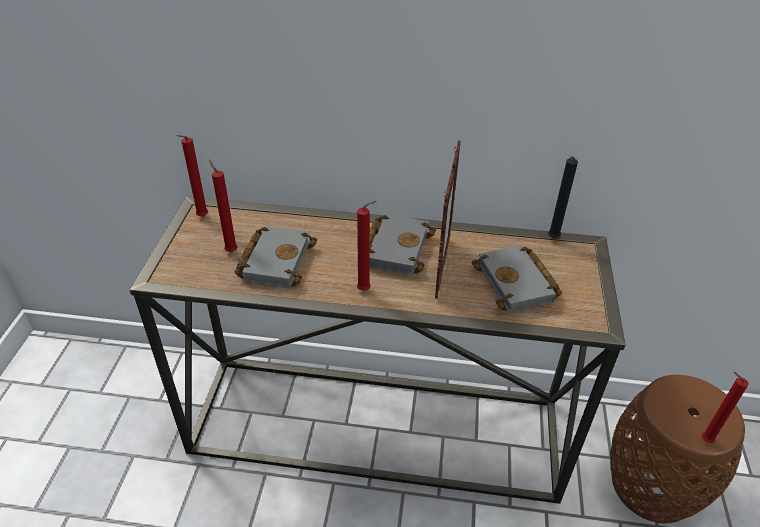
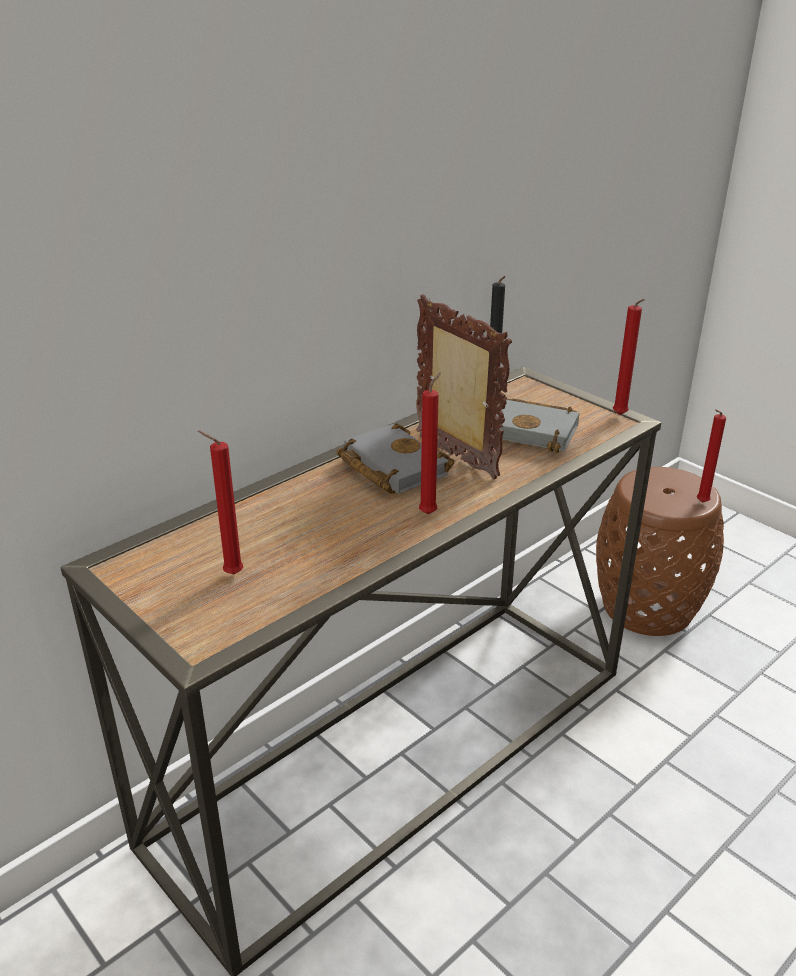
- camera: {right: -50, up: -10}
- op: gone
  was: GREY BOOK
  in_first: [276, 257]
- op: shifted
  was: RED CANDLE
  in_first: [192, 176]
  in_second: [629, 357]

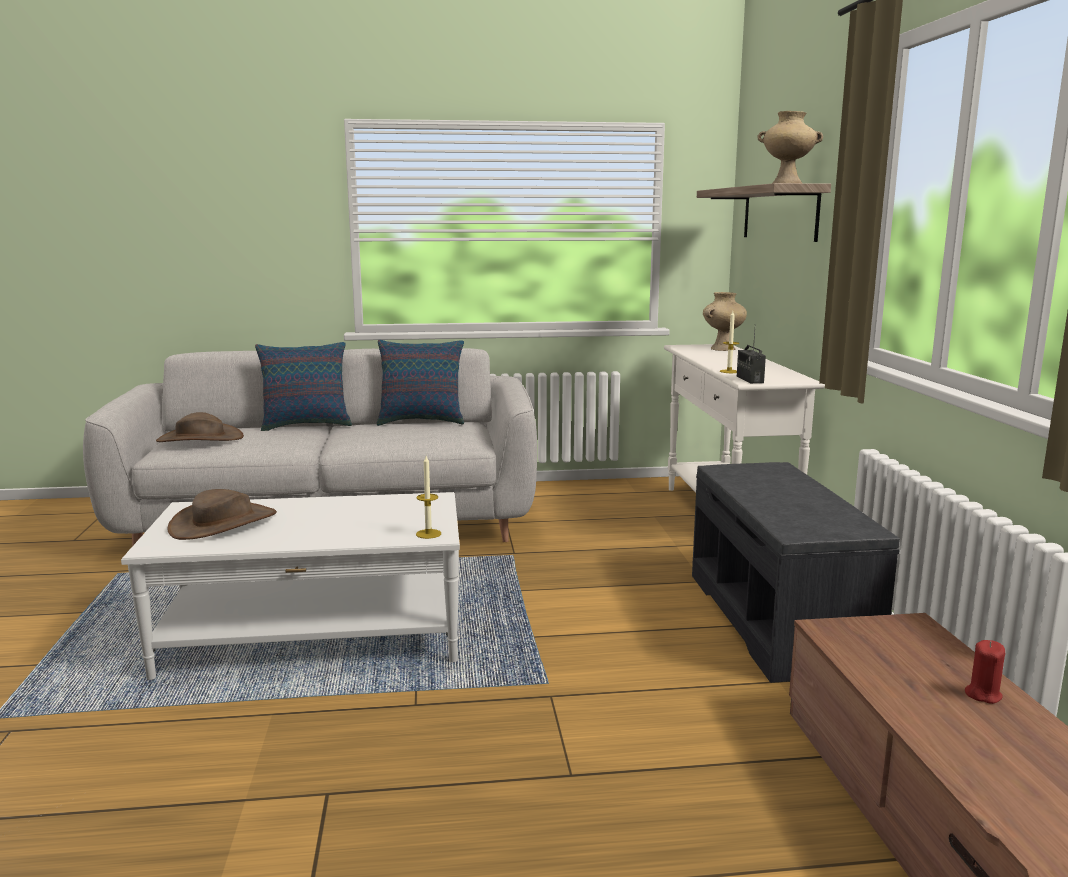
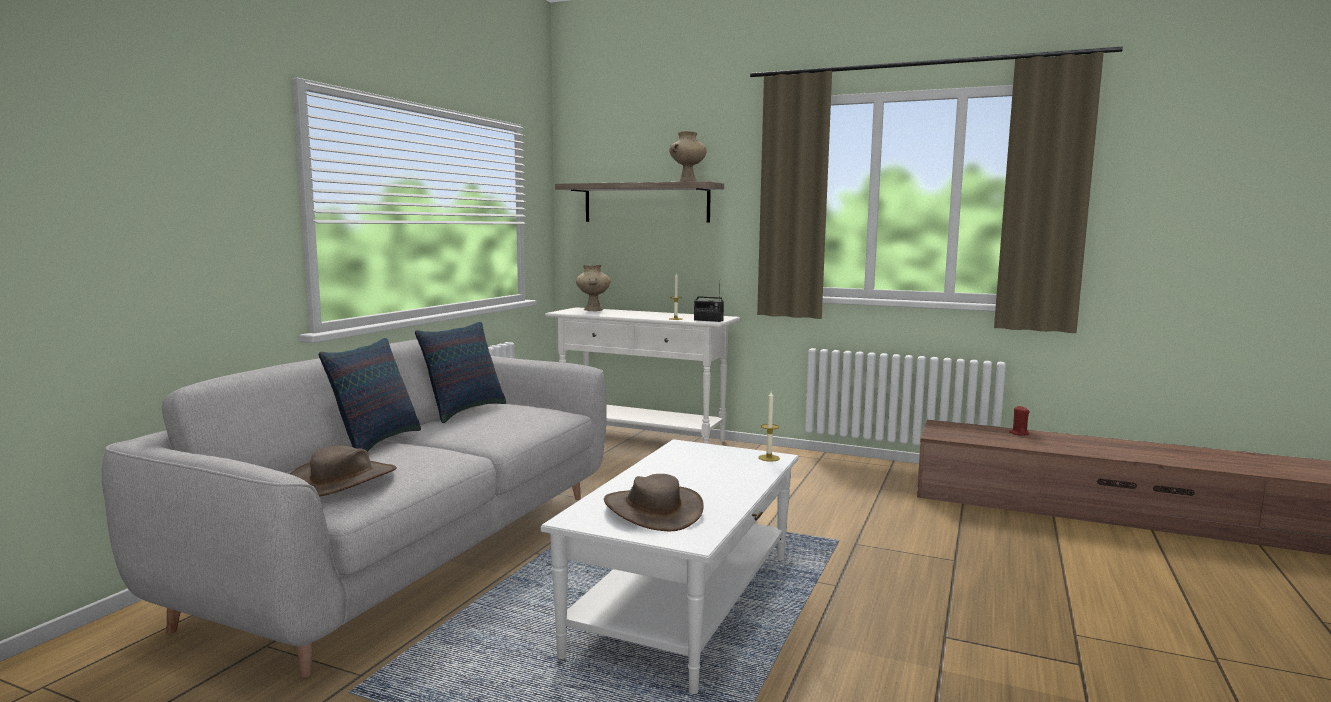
- camera: {right: -60, up: -5}
- op: gone
  was: GREY BENCH
  in_first: [796, 572]

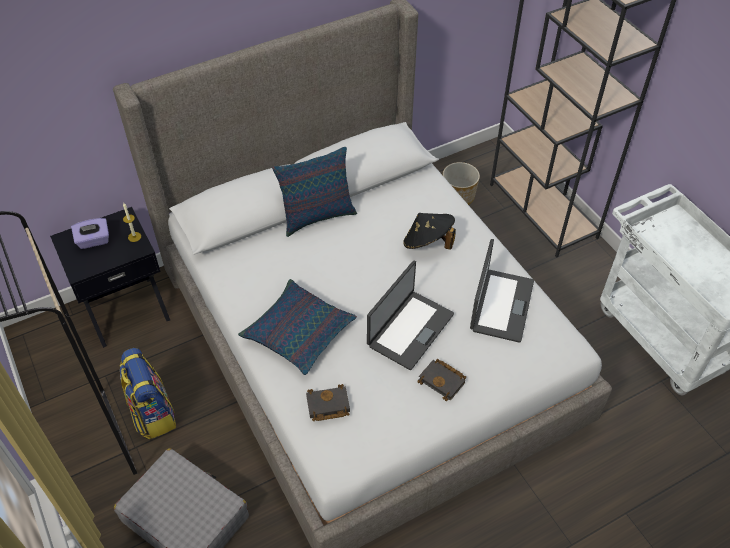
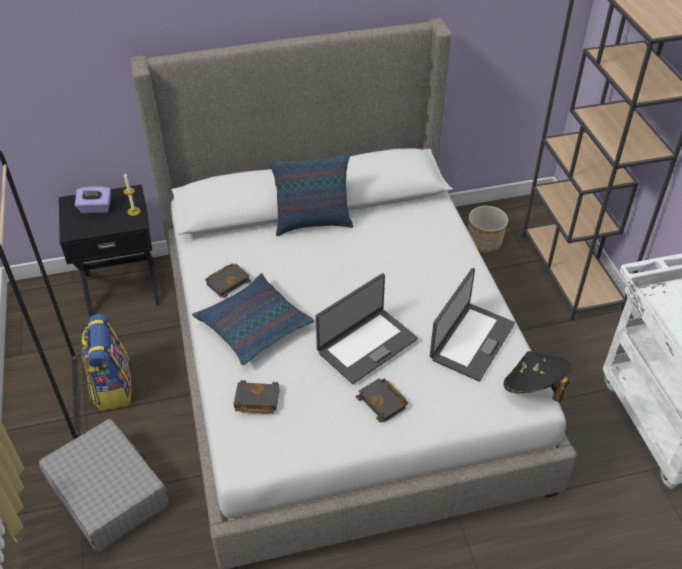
- camera: {right: 15, up: -5}
- op: new
  now: BLACK BOOK
  in_second: [228, 280]
- op: shifted
  was: BLACK HAT
  in_first: [429, 231]
  in_second: [537, 376]

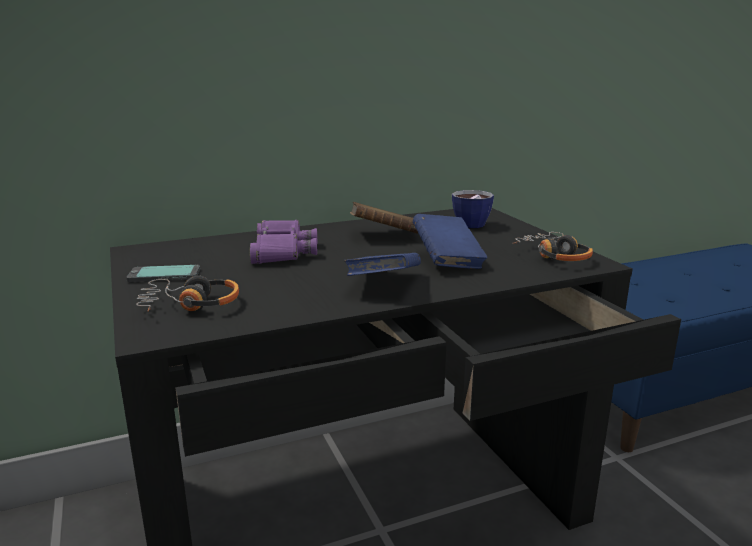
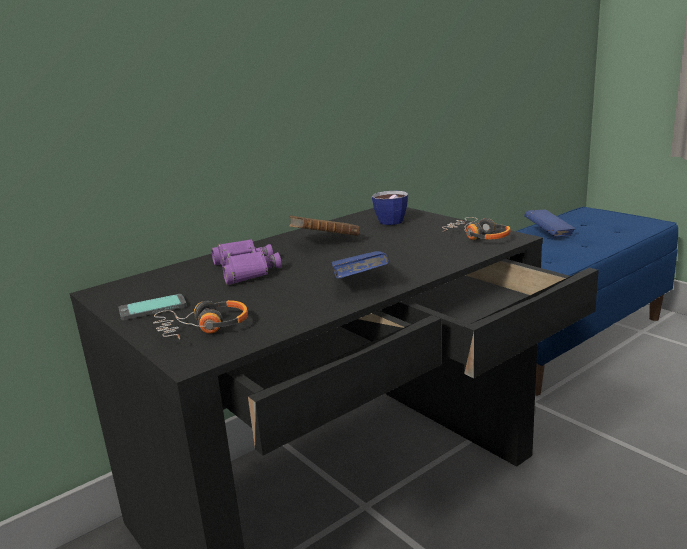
- camera: {right: -15, up: 0}
- op: shifted
  was: BLUE BOOK
  in_first: [450, 241]
  in_second: [549, 223]

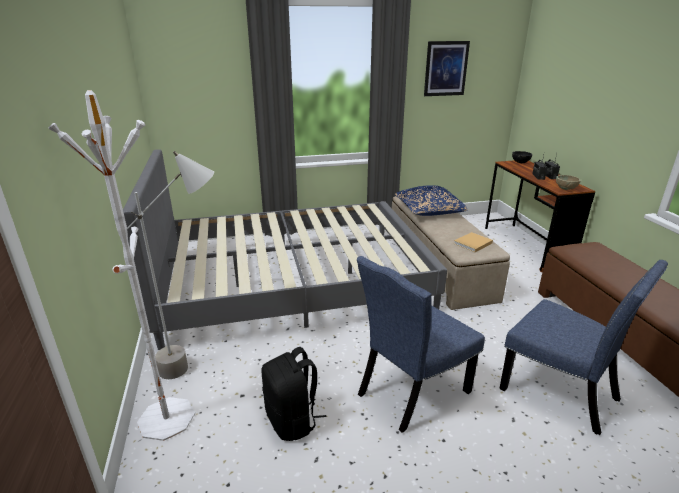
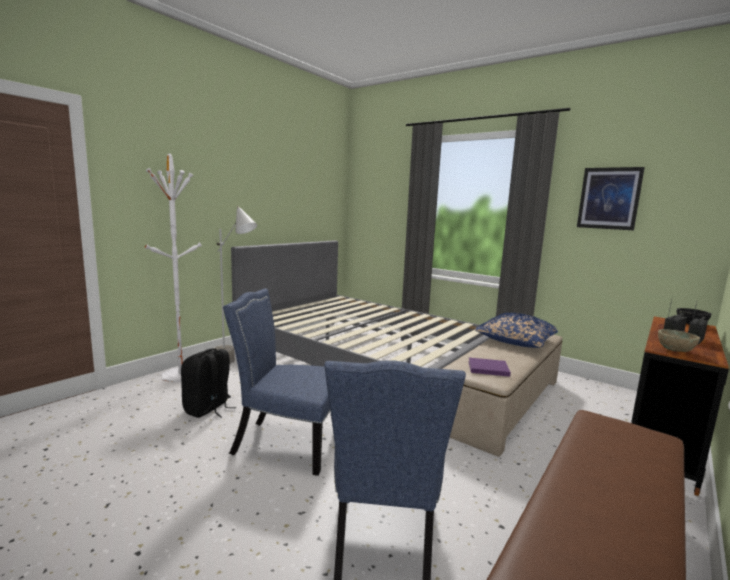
- camera: {right: 50, up: -15}
- op: repainted
  was: BEIGE BOOK
  now: PURPLE BOOK
  in_first: [473, 242]
  in_second: [489, 367]

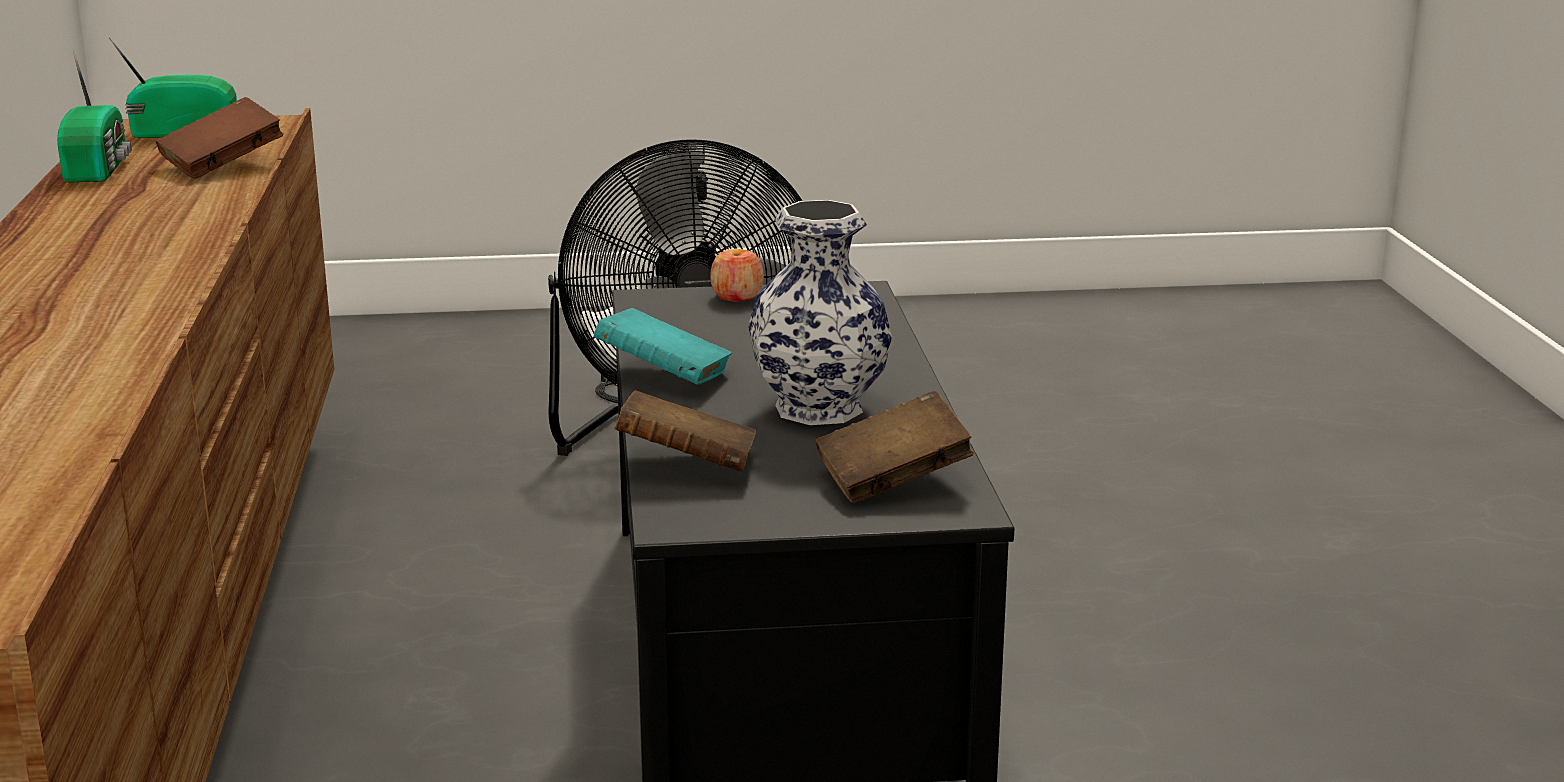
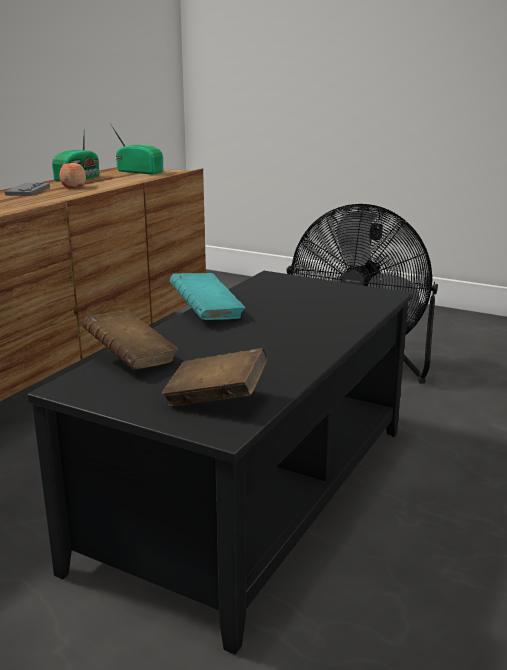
- camera: {right: 35, up: 0}
- op: gone
  was: BROWN BOOK
  in_first: [220, 138]
- op: gone
  was: VASE
  in_first: [820, 312]
- op: new
  now: GREY GAME CONTROLLER
  in_second: [27, 189]
- op: shifted
  was: APPLE
  in_first: [737, 275]
  in_second: [73, 175]

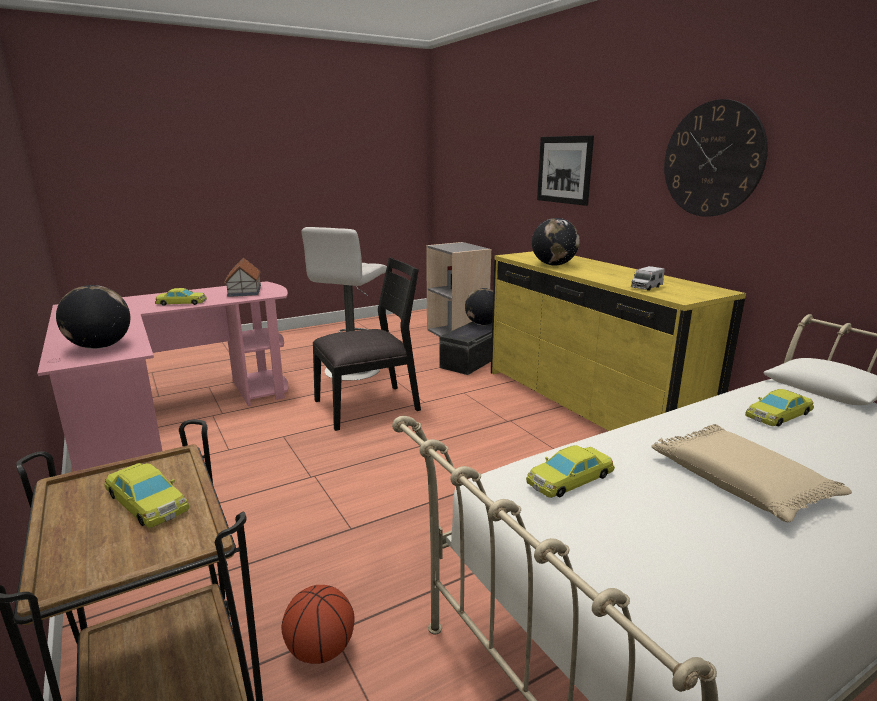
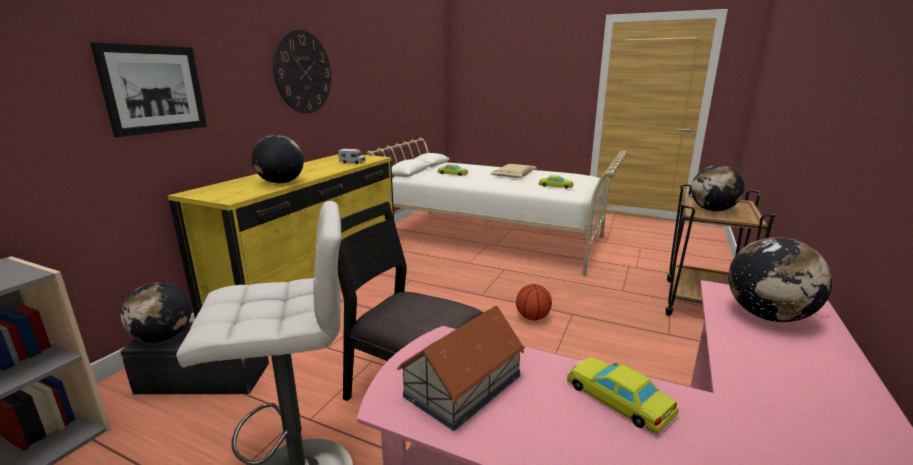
- camera: {right: -125, up: 0}
- op: shifted
  was: BASKETBALL
  in_first: [318, 624]
  in_second: [534, 302]
- op: swapped
  was: YELLOW TOY CAR
  now: GLOBE
  in_first: [146, 495]
  in_second: [717, 188]

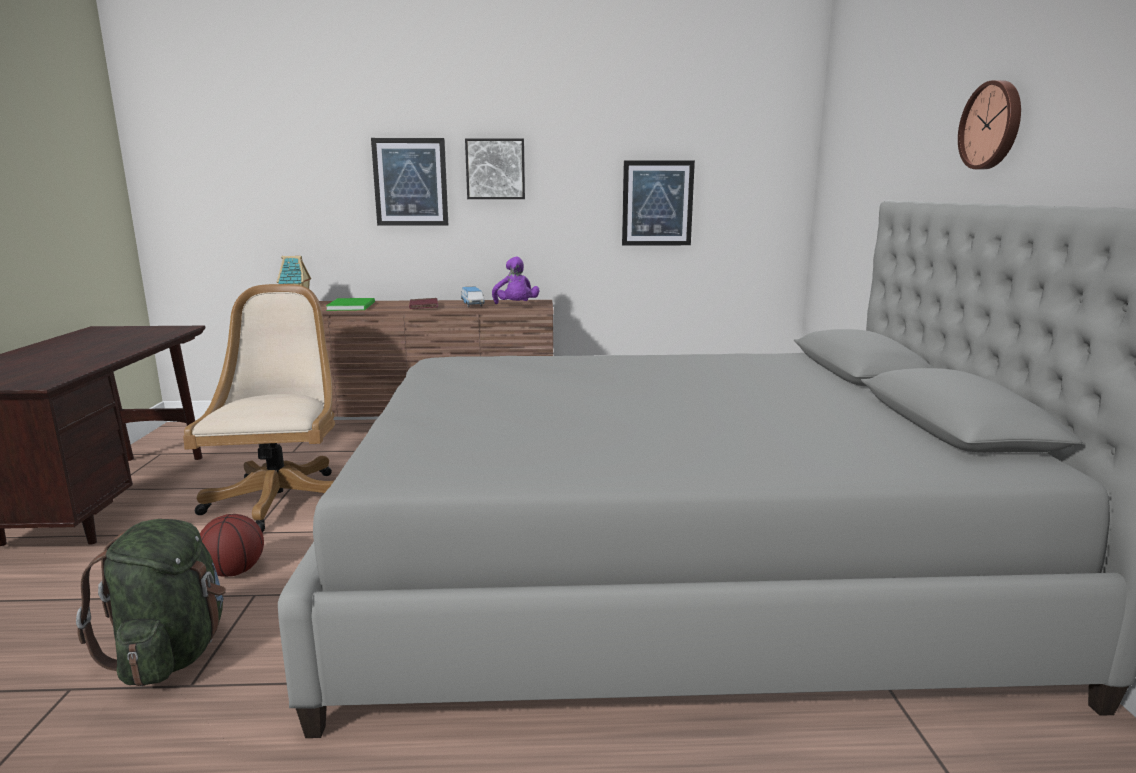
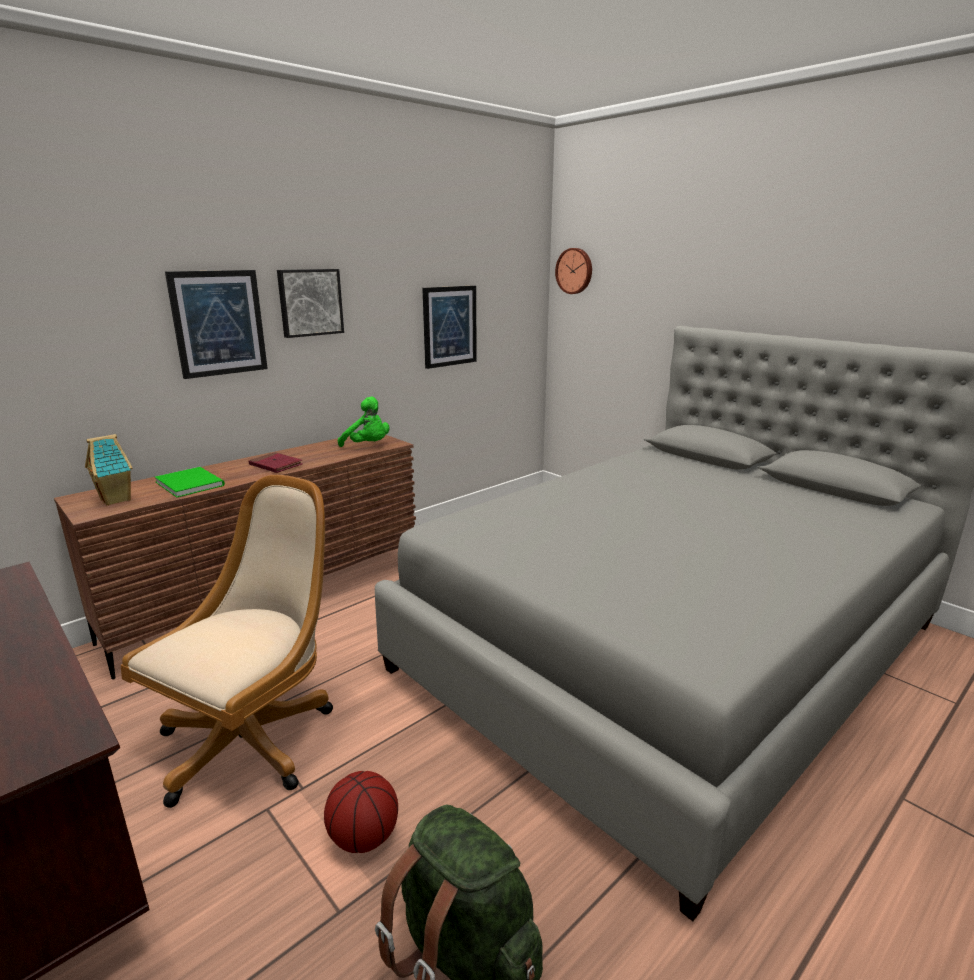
- camera: {right: -40, up: 5}
- op: gone
  was: TOY CAR
  in_first: [473, 297]
- op: shifted
  was: WALL CLOCK
  in_first: [989, 124]
  in_second: [573, 271]
- op: repainted
  was: PURPLE PLUSH TOY
  now: GREEN PLUSH TOY
  in_first: [516, 280]
  in_second: [363, 422]
- op: rotated
  was: OFFICE CHAIR
  in_first: [259, 408]
  in_second: [227, 641]
  clockwise: 75

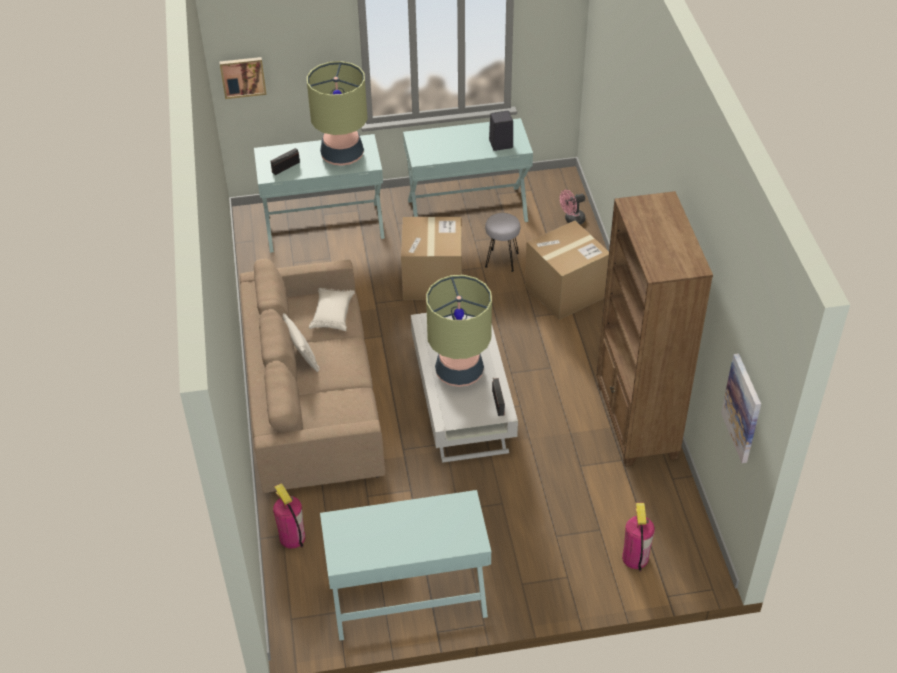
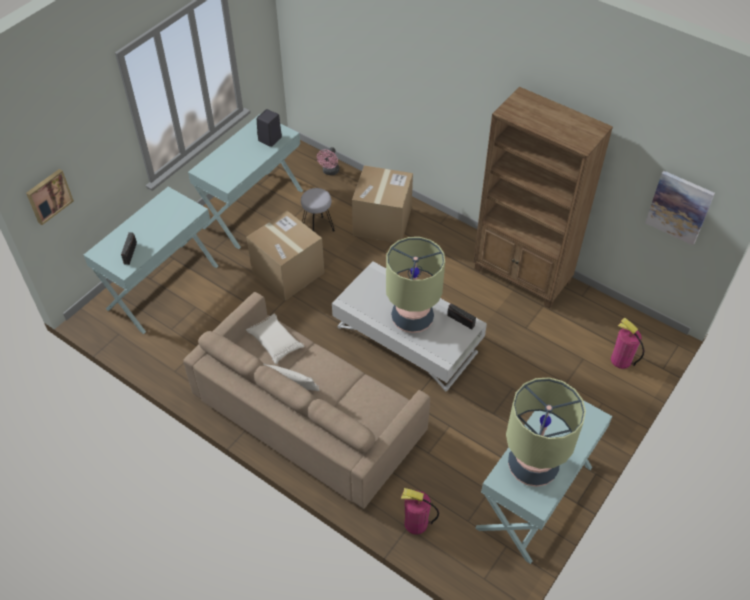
- camera: {right: -45, up: 5}
- op: shifted
  was: TABLE LAMP
  in_first: [337, 113]
  in_second: [546, 432]

